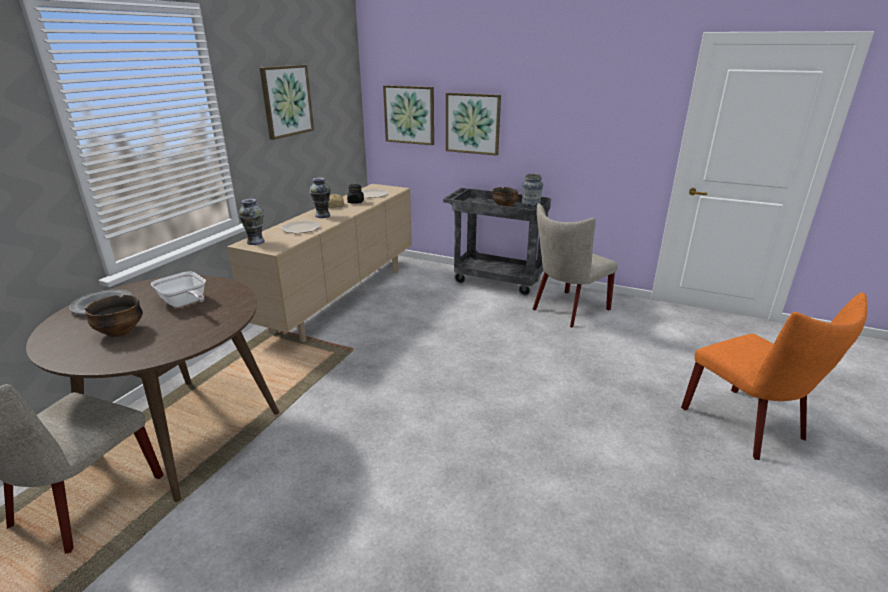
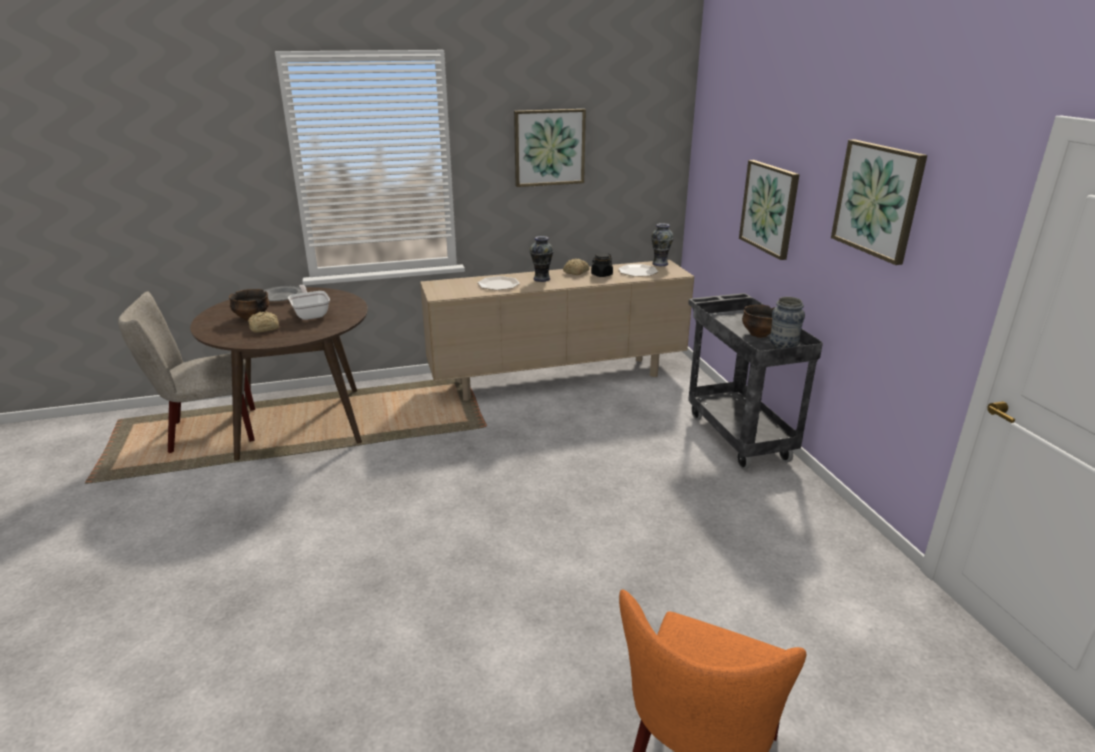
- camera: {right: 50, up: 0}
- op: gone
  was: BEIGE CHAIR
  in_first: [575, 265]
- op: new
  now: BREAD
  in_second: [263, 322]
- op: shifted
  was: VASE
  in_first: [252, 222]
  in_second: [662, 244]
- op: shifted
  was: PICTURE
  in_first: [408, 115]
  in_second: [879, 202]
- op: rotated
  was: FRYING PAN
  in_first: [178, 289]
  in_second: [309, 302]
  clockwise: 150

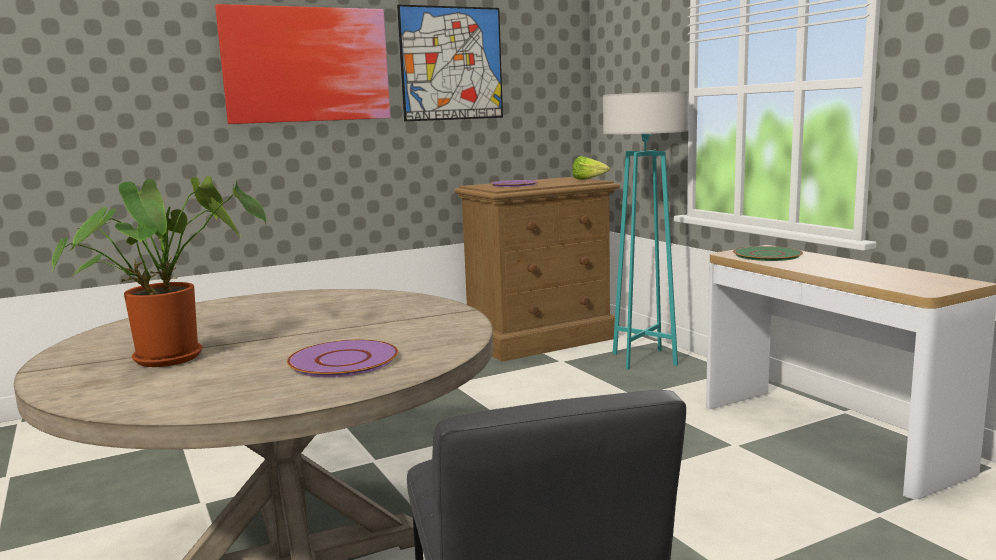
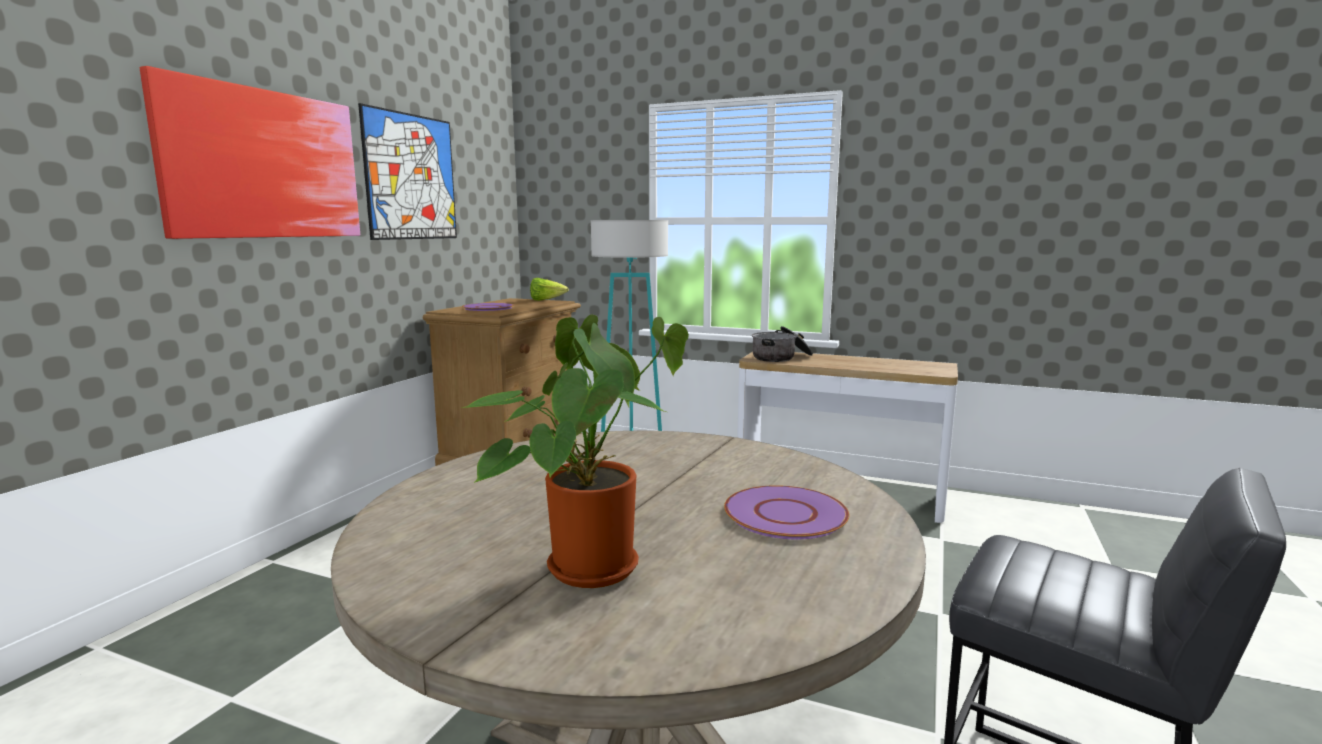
- camera: {right: -40, up: 0}
- op: swapped
  was: GREEN PLATE
  now: COOKING POT
  in_first: [768, 253]
  in_second: [782, 344]

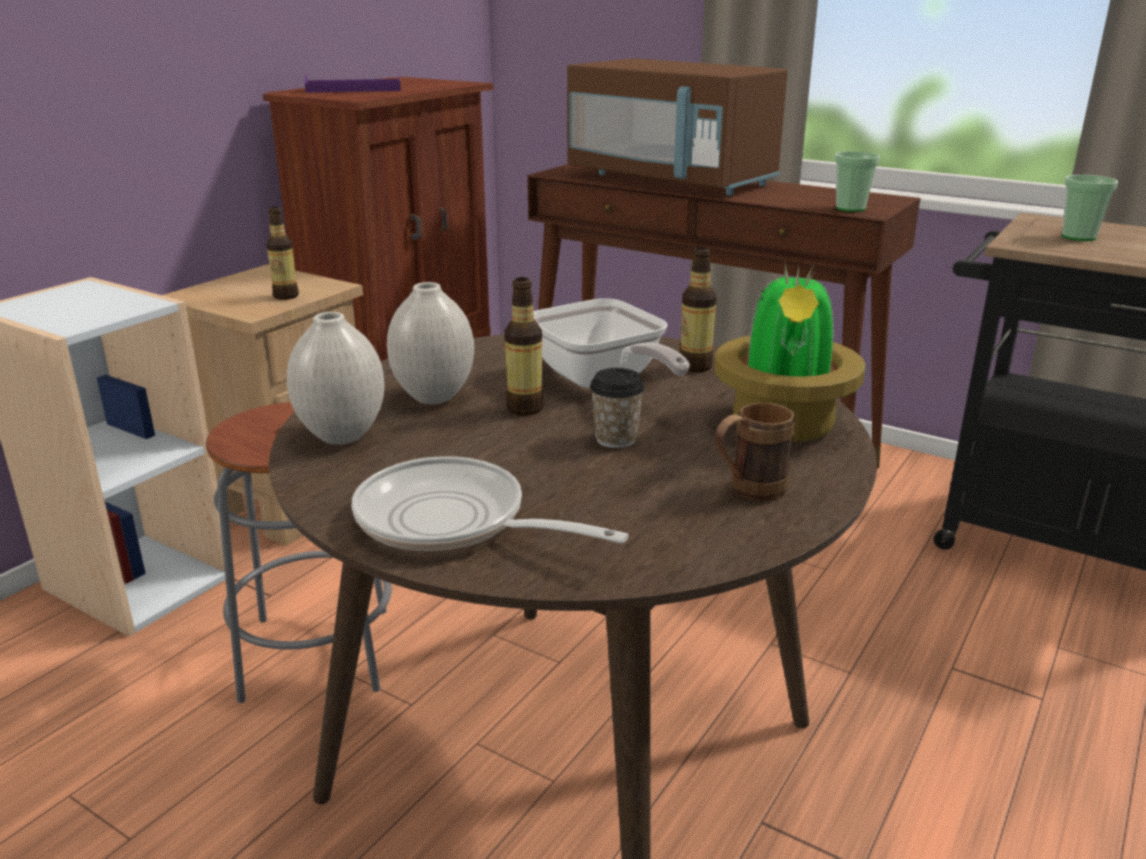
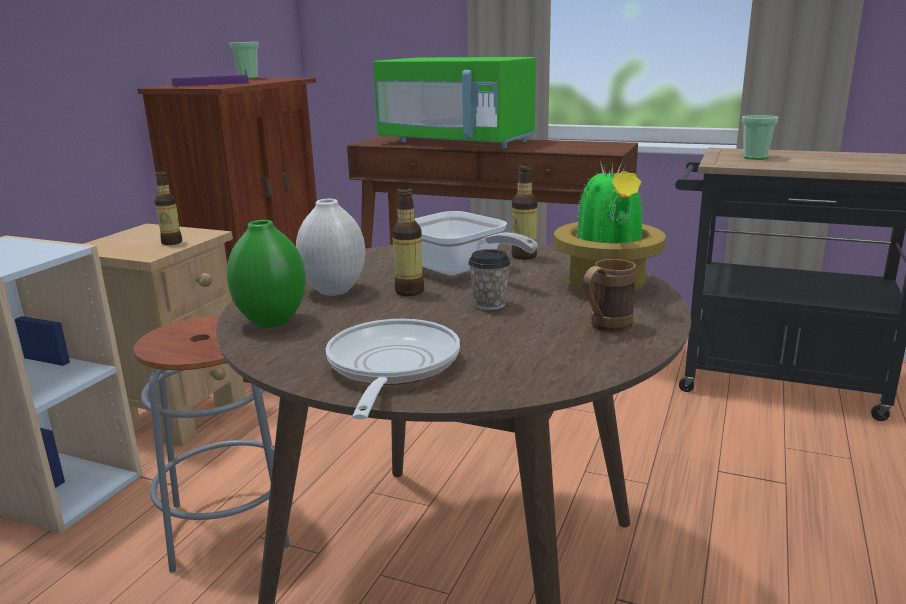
- camera: {right: -10, up: -5}
- op: shifted
  was: CUP
  in_first: [857, 181]
  in_second: [244, 60]
- op: repainted
  was: WHITE VASE
  now: GREEN VASE
  in_first: [335, 378]
  in_second: [266, 274]
- op: repainted
  was: BROWN MICROWAVE
  now: GREEN MICROWAVE
  in_first: [677, 126]
  in_second: [454, 102]
- op: rotated
  was: FRYING PAN
  in_first: [490, 504]
  in_second: [393, 369]
  clockwise: 75

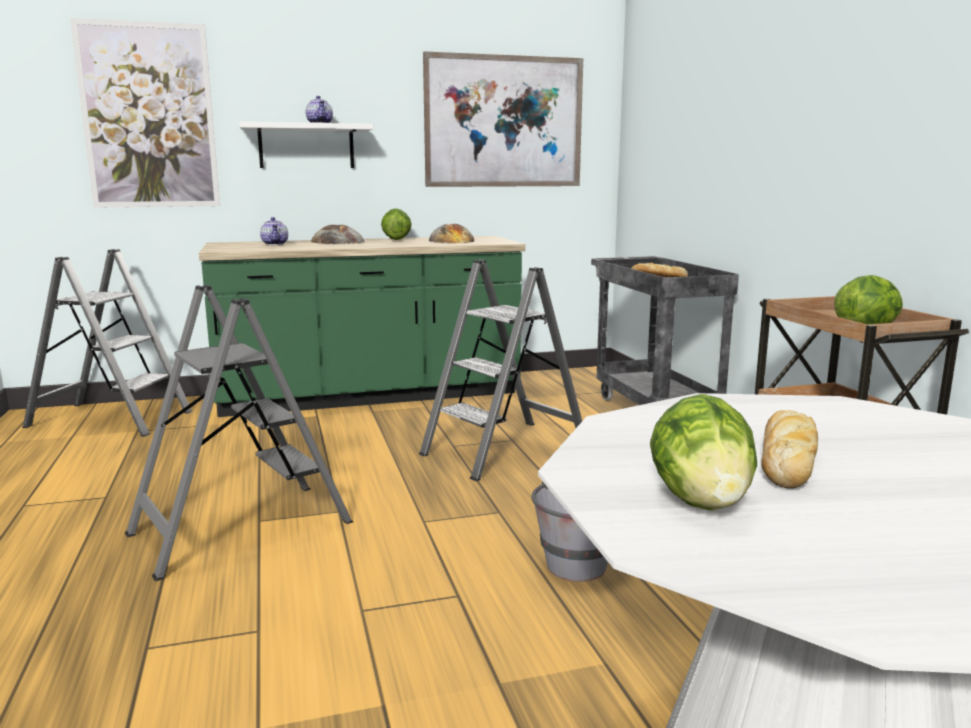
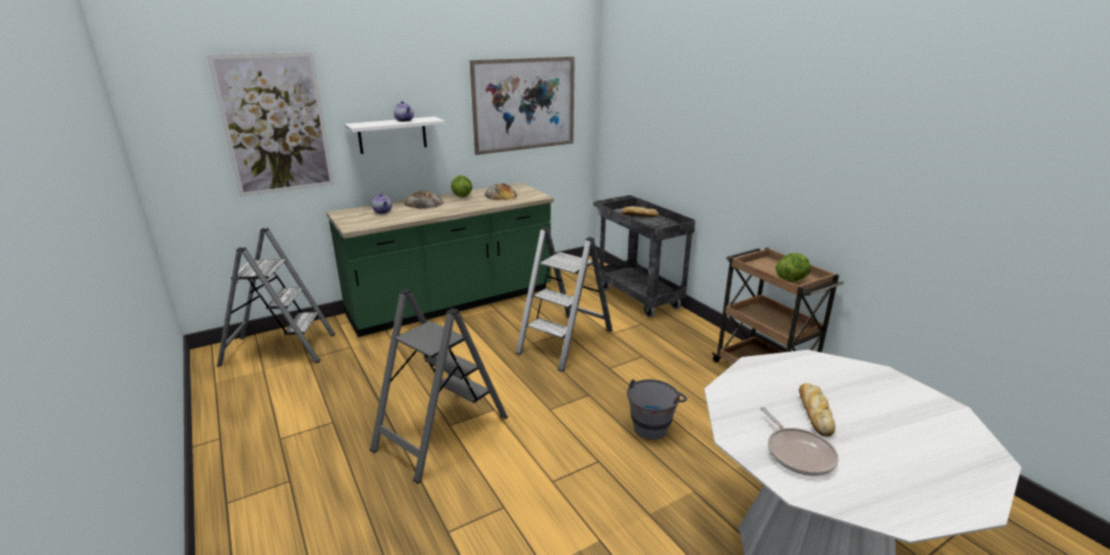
- camera: {right: -15, up: 10}
- op: swapped
  was: LETTUCE
  now: FRYING PAN
  in_first: [703, 452]
  in_second: [799, 441]

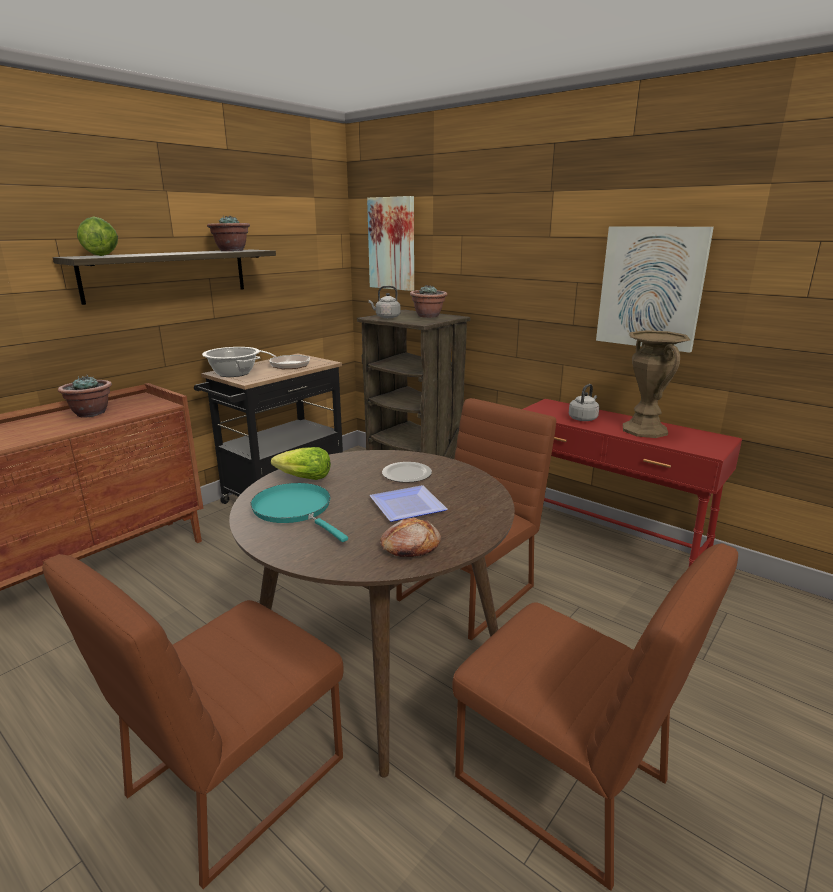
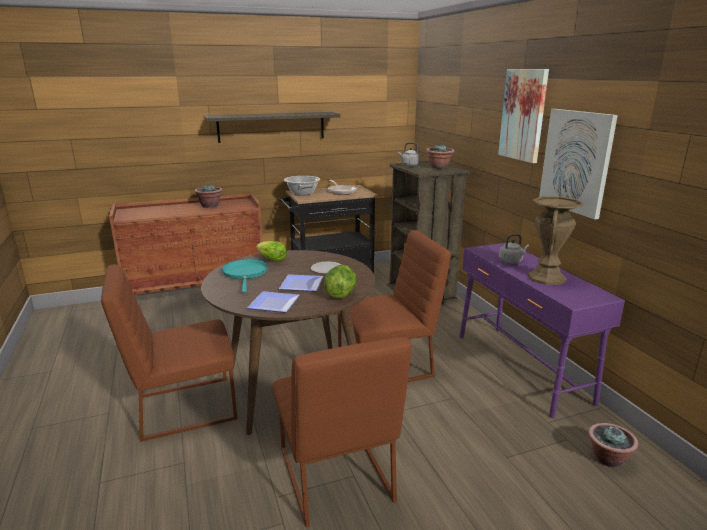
- camera: {right: 30, up: 0}
- op: shifted
  was: LETTUCE
  in_first: [97, 236]
  in_second: [340, 282]
- op: shifted
  was: POTTED PLANT
  in_first: [228, 233]
  in_second: [613, 445]
- op: shifted
  was: PICTURE
  in_first: [390, 243]
  in_second: [523, 116]
- op: swapped
  was: BREAD
  now: PLATE
  in_first: [410, 537]
  in_second: [273, 302]
- op: repainted
  was: RED CONSOLE TABLE
  now: PURPLE CONSOLE TABLE
  in_first: [632, 483]
  in_second: [542, 330]

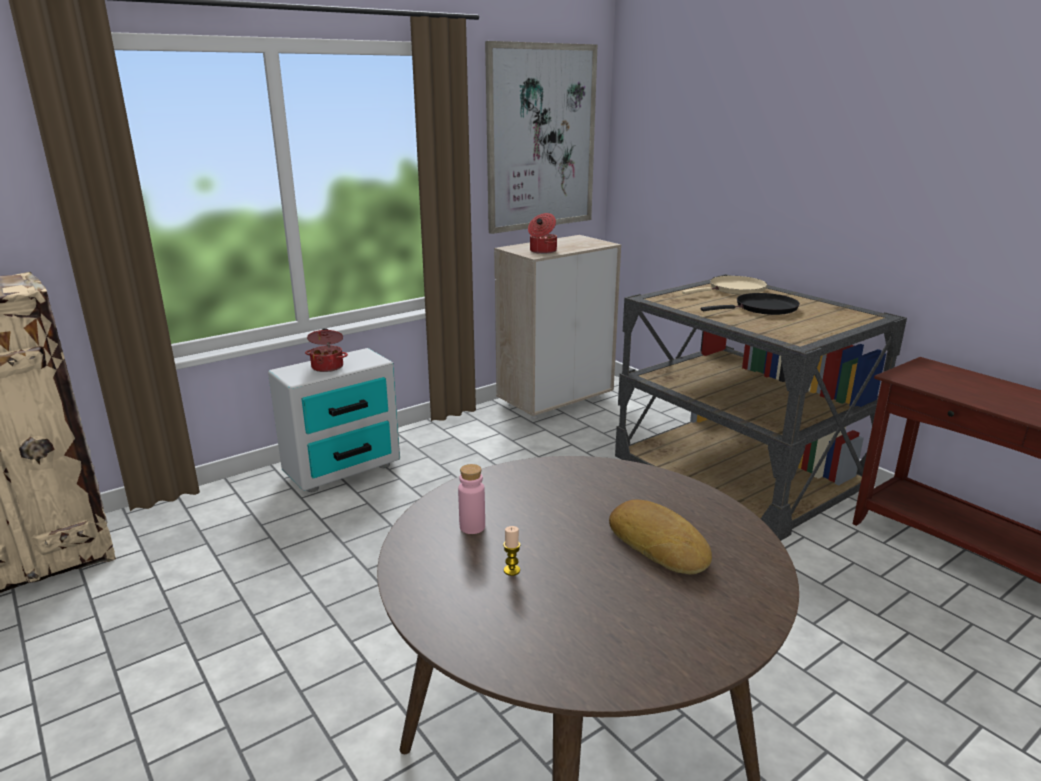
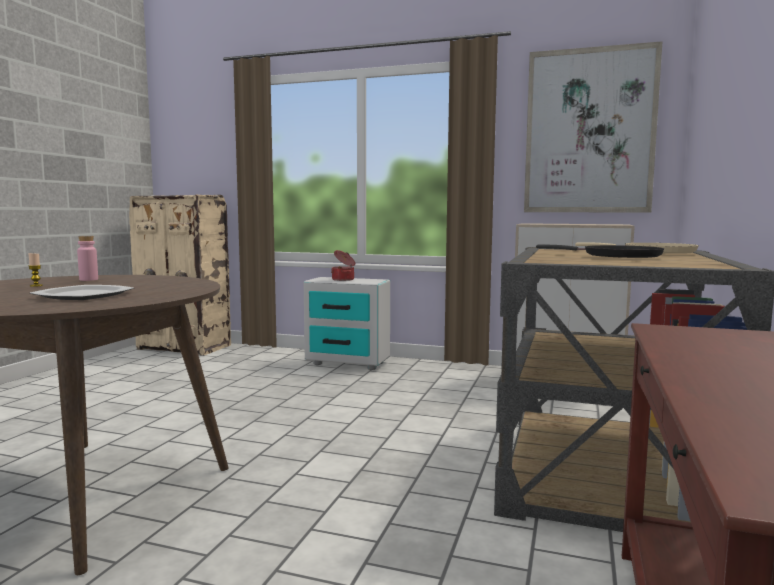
- camera: {right: 55, up: -15}
- op: gone
  was: COOKING POT
  in_first: [542, 233]
- op: swapped
  was: BREAD
  now: PLATE
  in_first: [660, 537]
  in_second: [82, 292]

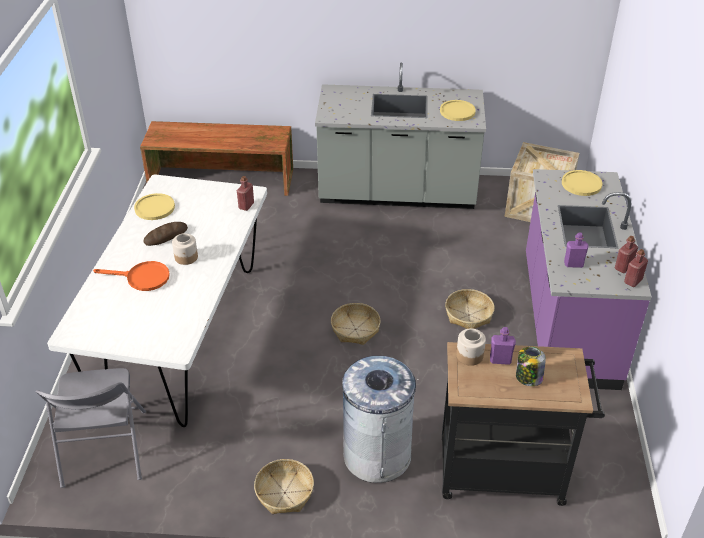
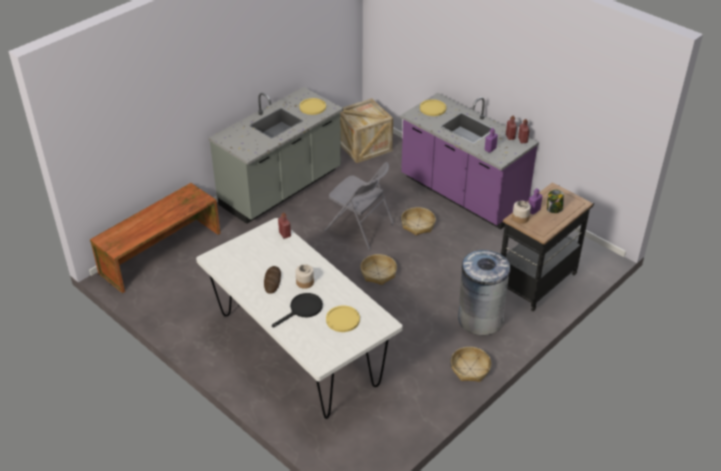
- camera: {right: -50, up: 0}
- op: shifted
  was: GREY CHAIR
  in_first: [90, 428]
  in_second: [359, 206]
- op: shifted
  was: YELLOW PLATE
  in_first: [154, 206]
  in_second: [343, 319]
- op: repainted
  was: ORANGE FRYING PAN
  now: BLACK FRYING PAN
  in_first: [131, 276]
  in_second: [297, 310]

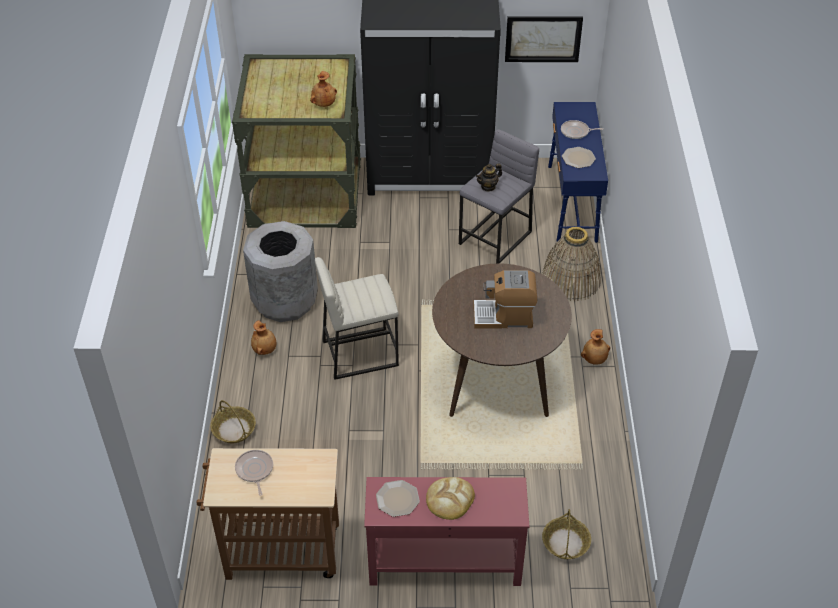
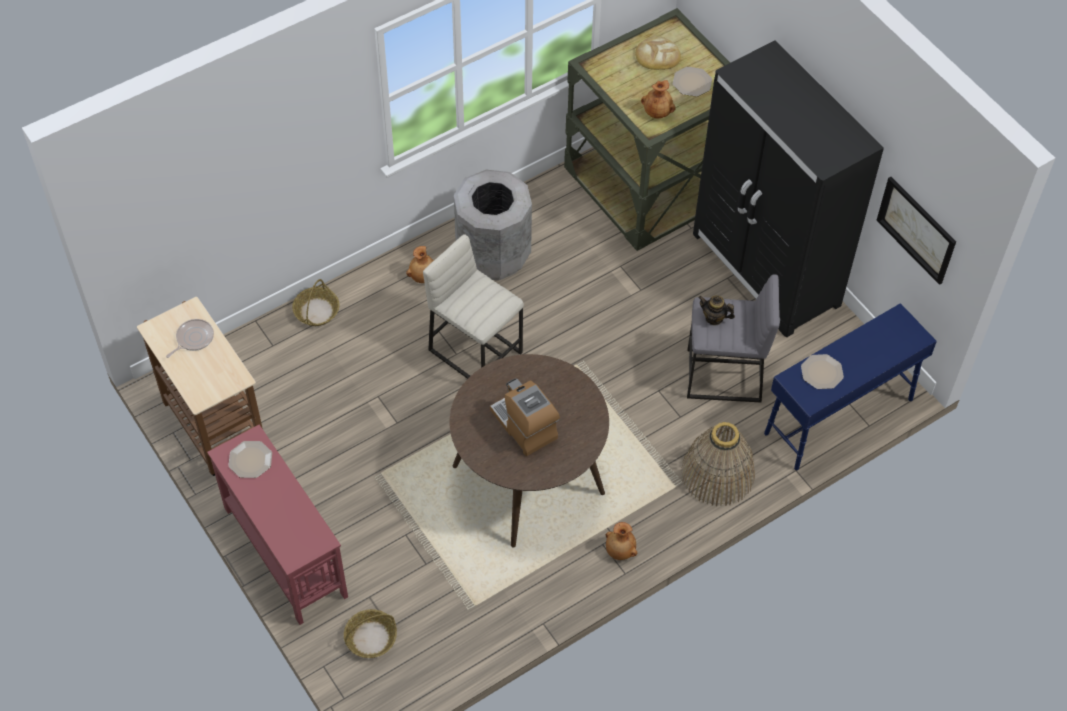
- camera: {right: 55, up: 10}
- op: gone
  was: FRYING PAN
  in_first: [582, 129]
- op: new
  now: PLATE
  in_second: [692, 82]
- op: shifted
  was: BREAD
  in_first: [450, 498]
  in_second: [658, 53]

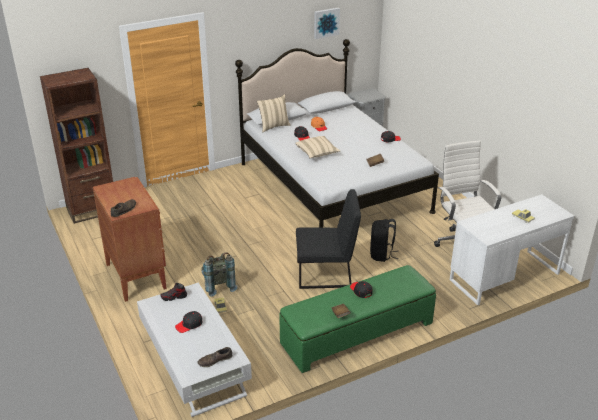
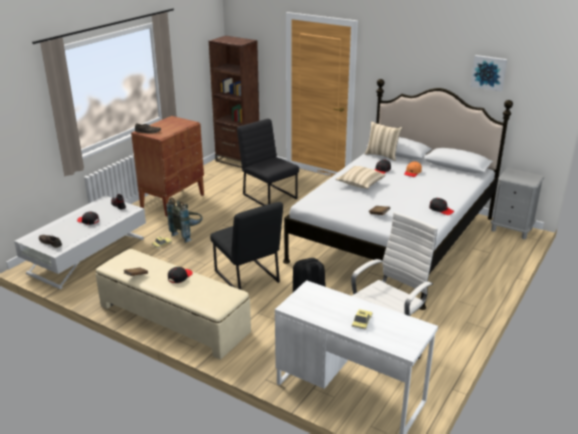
- camera: {right: 60, up: -5}
- op: new
  now: BLACK CHAIR
  in_second: [268, 162]
- op: repainted
  was: GREEN BENCH
  now: BEIGE BENCH
  in_first: [357, 319]
  in_second: [173, 304]

